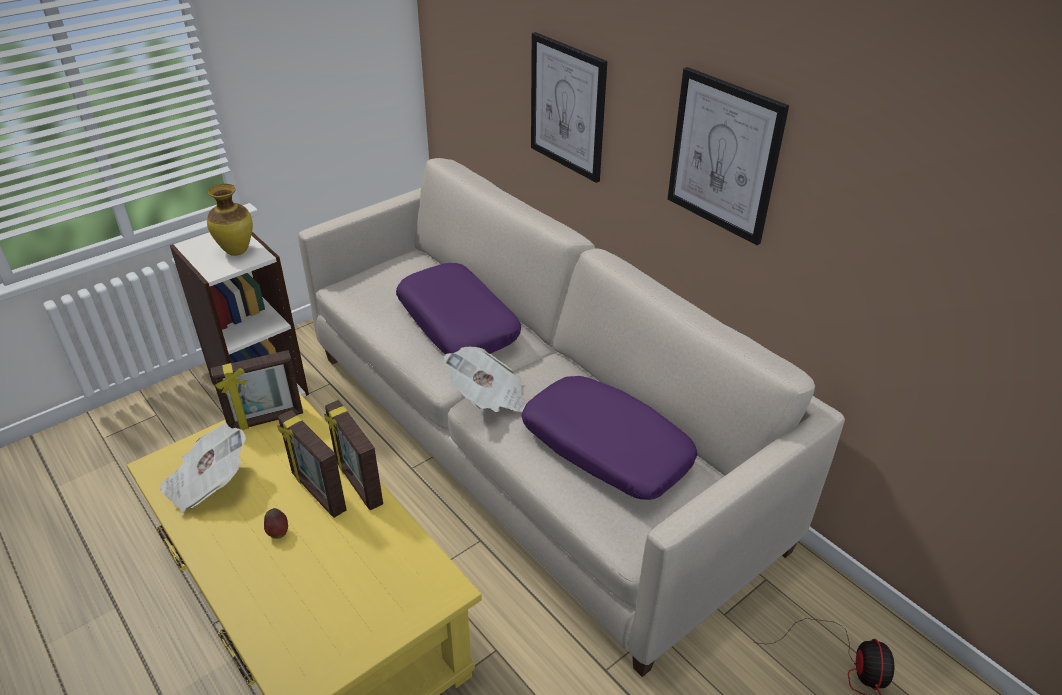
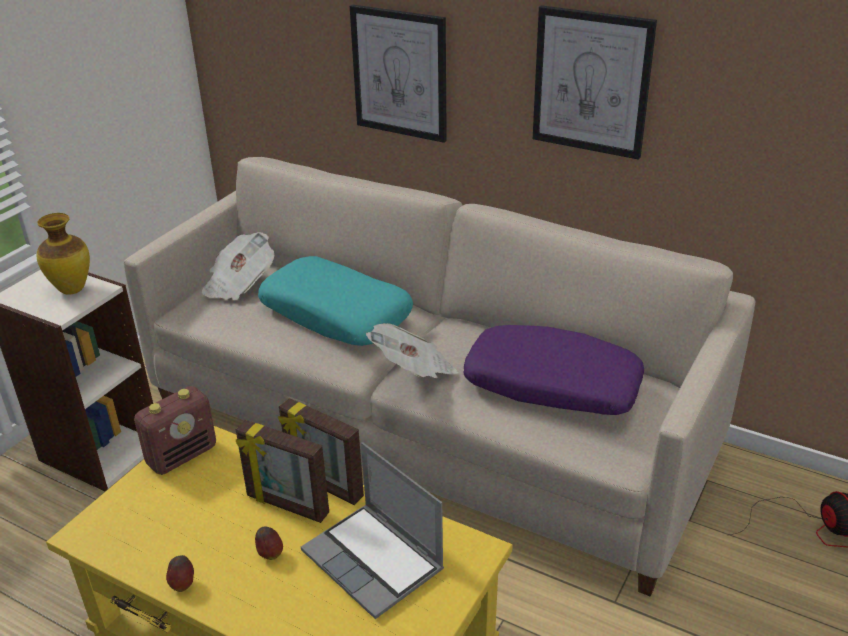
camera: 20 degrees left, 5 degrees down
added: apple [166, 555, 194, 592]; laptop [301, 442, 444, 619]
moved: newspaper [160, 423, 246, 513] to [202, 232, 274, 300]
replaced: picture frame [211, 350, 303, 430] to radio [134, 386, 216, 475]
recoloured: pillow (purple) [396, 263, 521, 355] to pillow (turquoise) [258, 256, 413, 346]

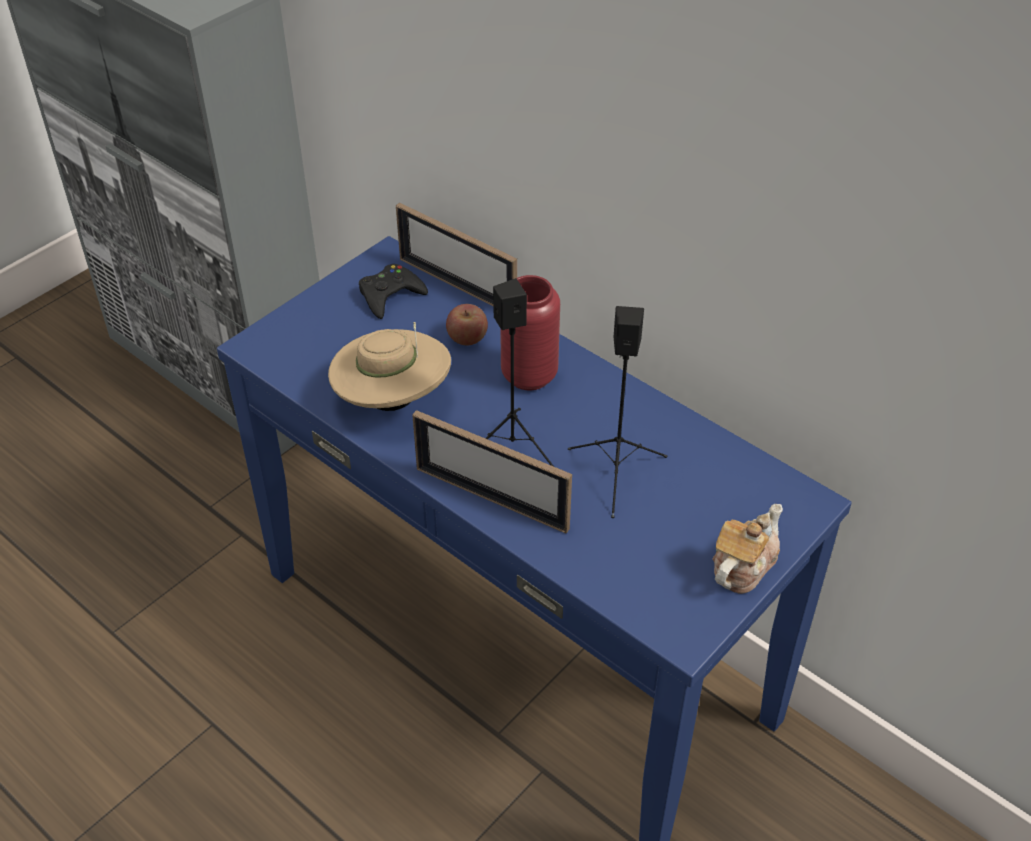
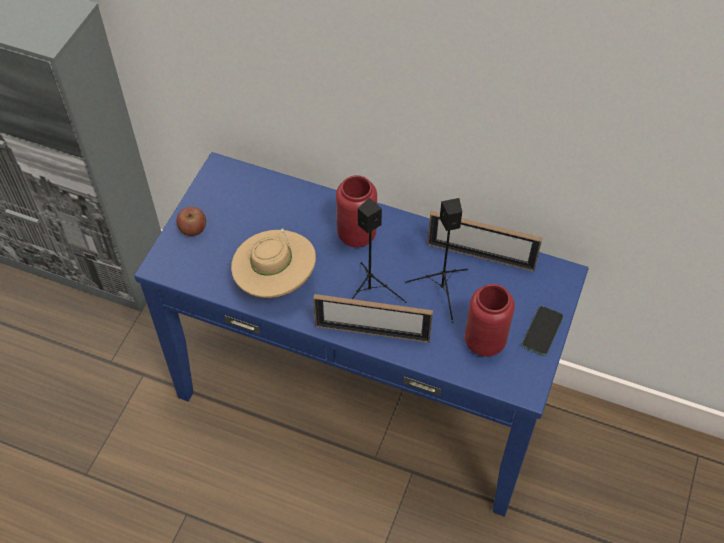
camera: 20 degrees left, 10 degrees up
removed: game controller (black) [359, 264, 428, 319]
added: vase (red) [465, 284, 515, 357]
moved: picture frame [396, 203, 517, 307] to [427, 211, 542, 272]; apple [446, 304, 488, 345] to [176, 207, 206, 236]
replaced: teapot [713, 504, 783, 594] to phone [521, 306, 564, 356]

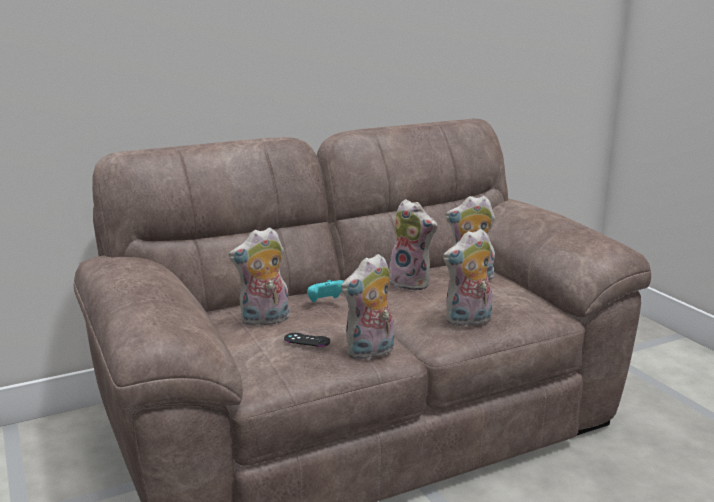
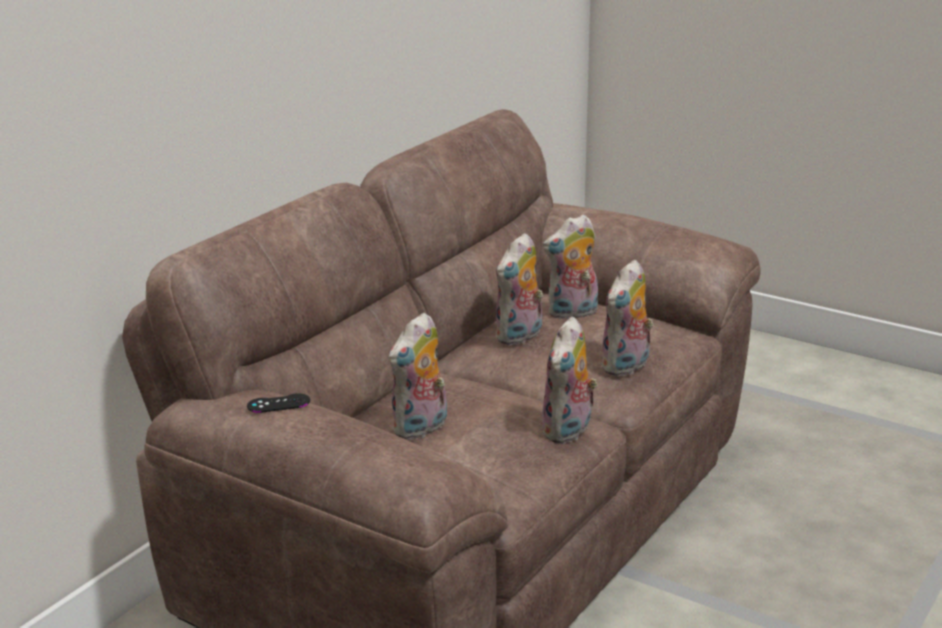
camera: 30 degrees left, 5 degrees up
removed: game controller (turquoise) [307, 280, 345, 302]
moved: game controller (black) [284, 333, 330, 347] to [247, 393, 310, 413]
turned: plush toy [389, 199, 437, 291] = [495, 233, 543, 345] 120 degrees clockwise

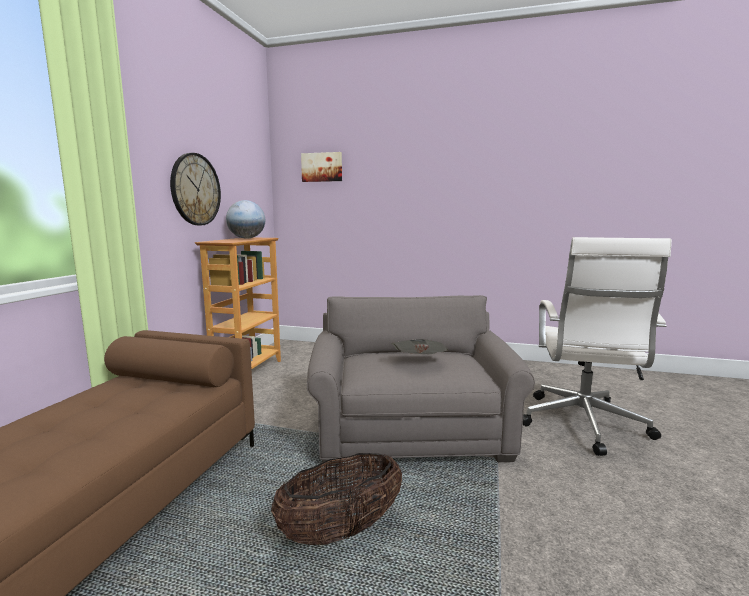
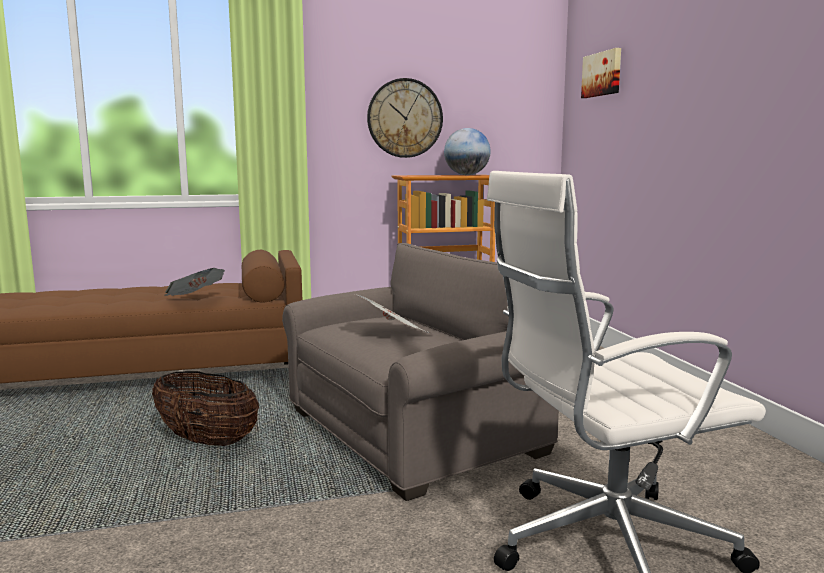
camera: 60 degrees right, 0 degrees up
added: newspaper [164, 268, 225, 296]

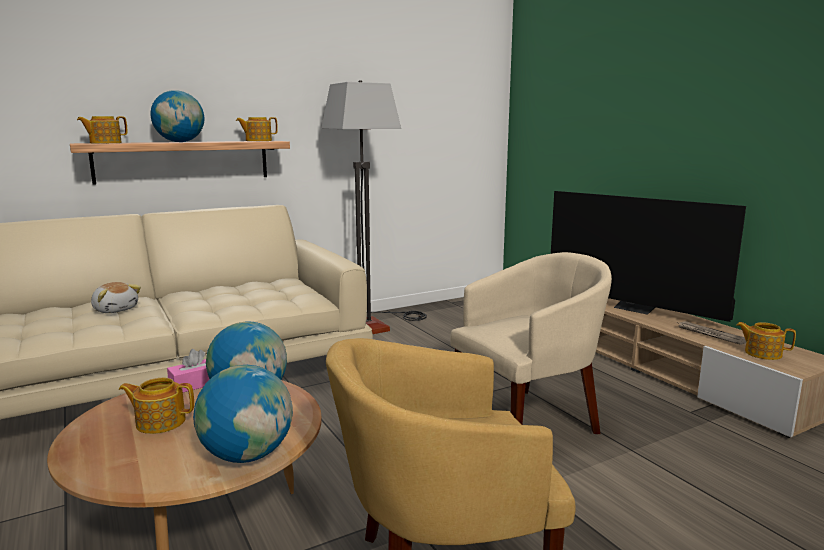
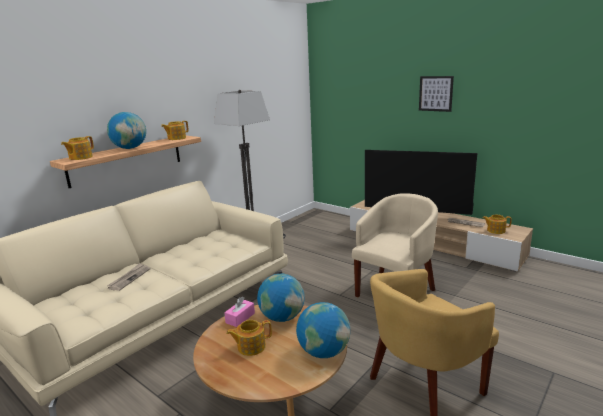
camera: 20 degrees left, 5 degrees up
added: picture [419, 76, 454, 112]
replaced: plush toy [91, 282, 141, 313] to newspaper [107, 263, 150, 291]

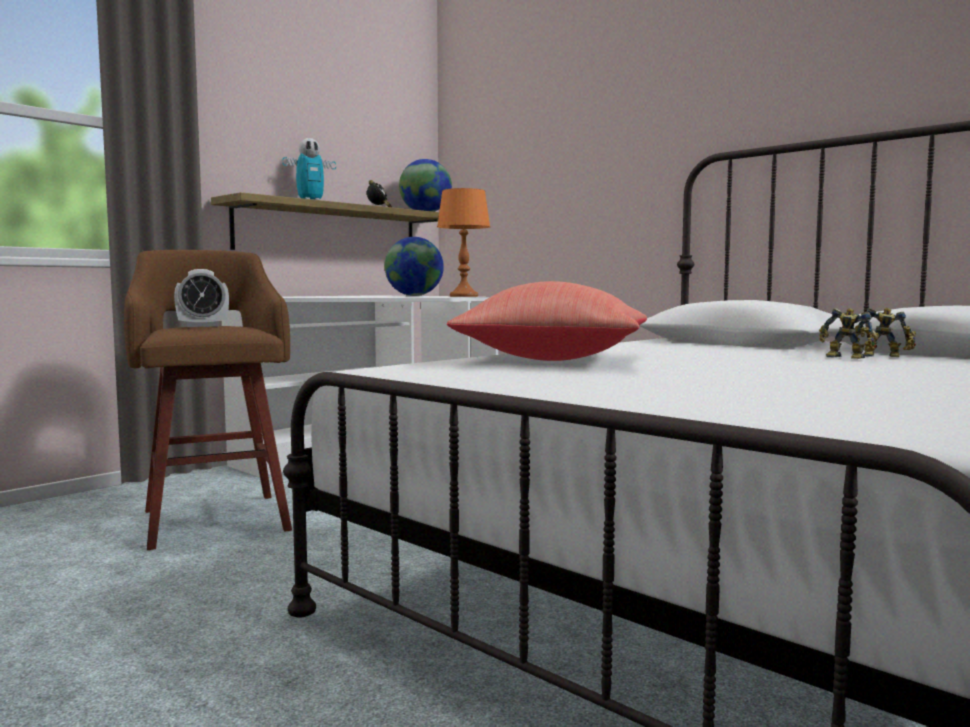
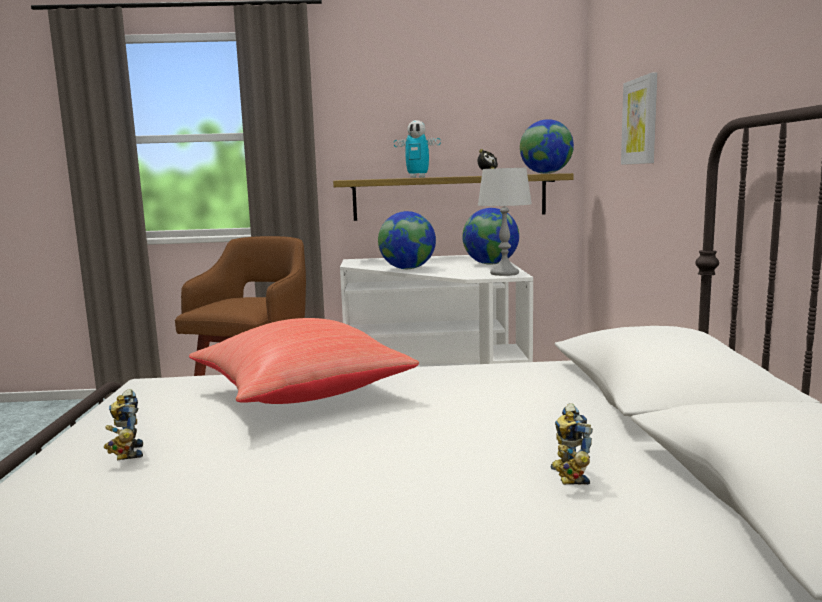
camera: 45 degrees right, 5 degrees up
removed: alarm clock [174, 269, 229, 327]
added: globe [378, 211, 436, 269]; picture [621, 73, 658, 165]
moved: toy robot [855, 308, 916, 357] to [104, 389, 143, 460]
recoloured: table lamp (orange) [437, 188, 490, 297] to table lamp (grey) [478, 168, 532, 276]

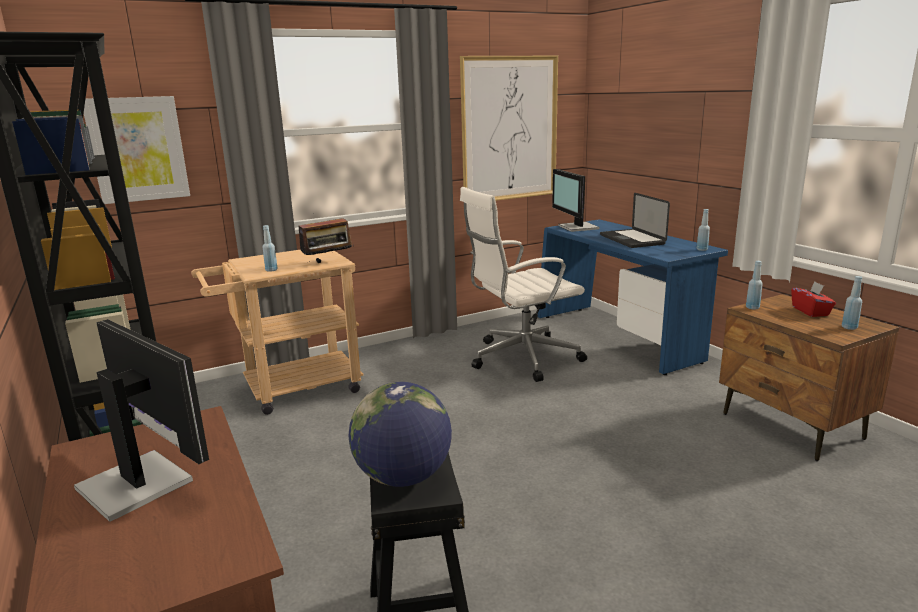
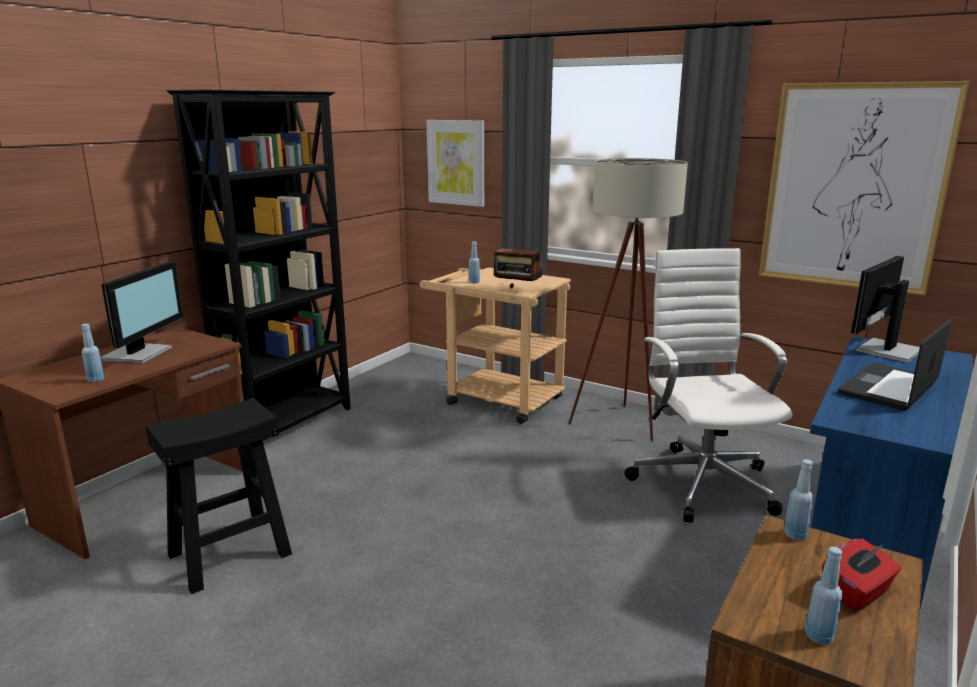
camera: 60 degrees right, 0 degrees up
removed: globe [349, 382, 452, 487]
added: floor lamp (beige) [568, 158, 688, 442]
moved: bottle (blue) [697, 209, 710, 251] to [81, 324, 104, 383]
turned: office chair (white) [460, 187, 587, 382] = [624, 248, 792, 522] 45 degrees clockwise

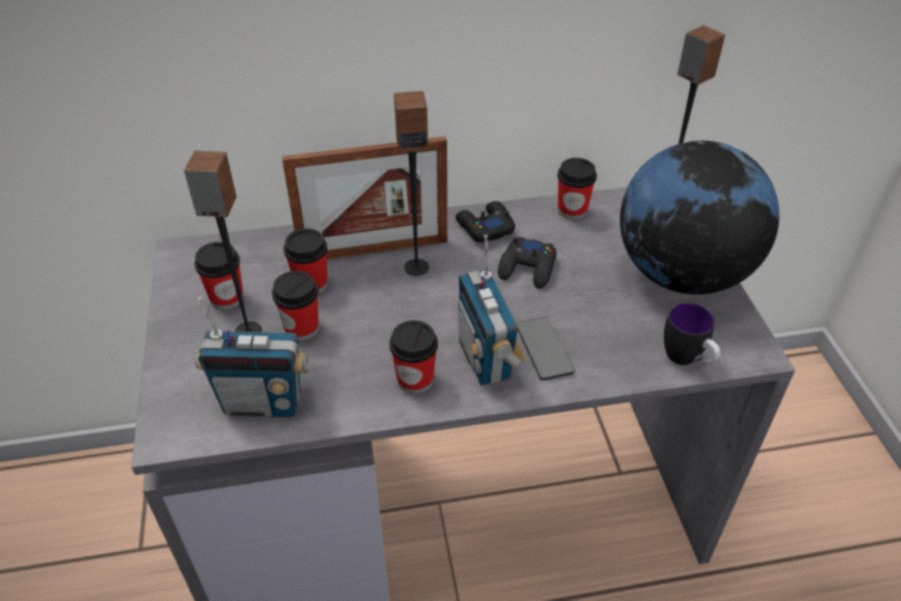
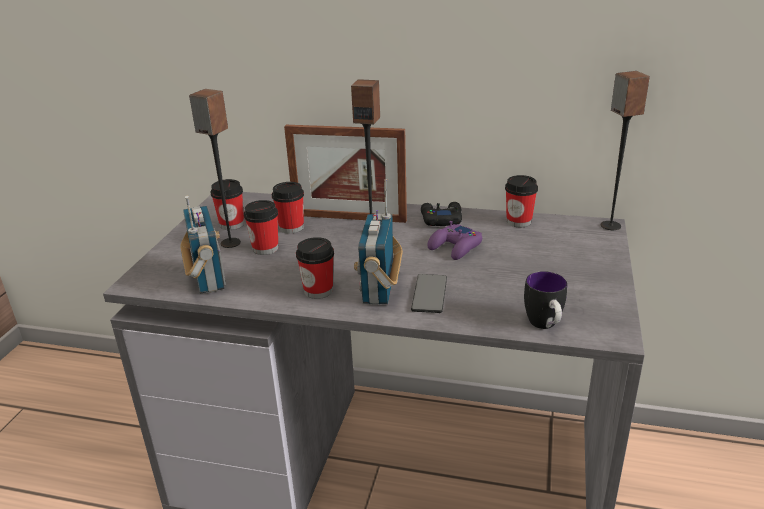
camera: 25 degrees right, 15 degrees down
removed: globe [620, 141, 779, 295]
recoloured: game controller (black) [498, 237, 556, 289] to game controller (purple) [427, 221, 482, 260]
turned: radio [195, 297, 309, 417] = [180, 196, 226, 294] 135 degrees counterclockwise

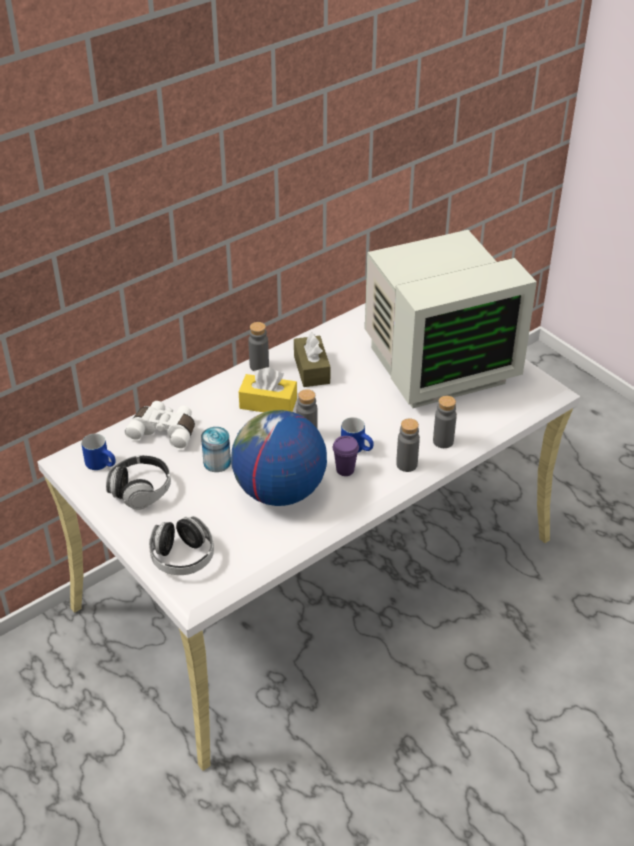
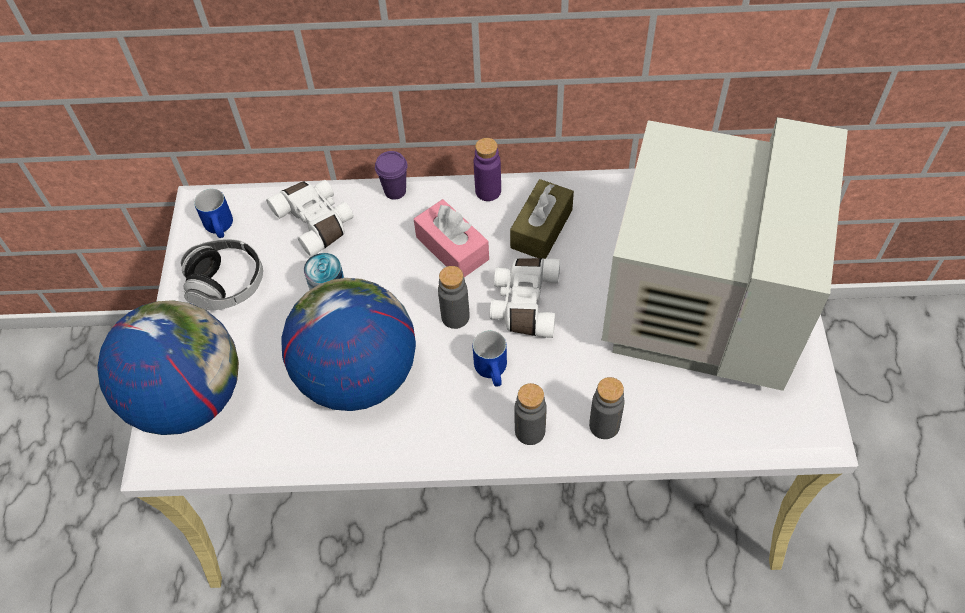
camera: 40 degrees right, 15 degrees up
added: binoculars (white) [490, 258, 560, 338]
moved: cup (purple) [333, 436, 359, 476] to [375, 151, 408, 200]
replaced: headphones [149, 516, 214, 575] to globe [97, 300, 239, 435]
recoloured: tissue box (yellow) [239, 367, 297, 412] to tissue box (pink) [414, 199, 489, 277]; bottle (grey) [248, 322, 269, 371] to bottle (purple) [474, 138, 501, 201]
turned: monitor [365, 230, 537, 408] = [602, 117, 848, 391] 90 degrees counterclockwise

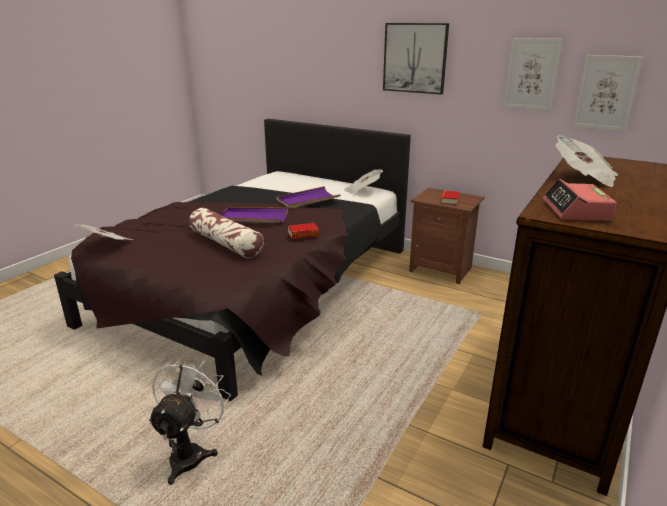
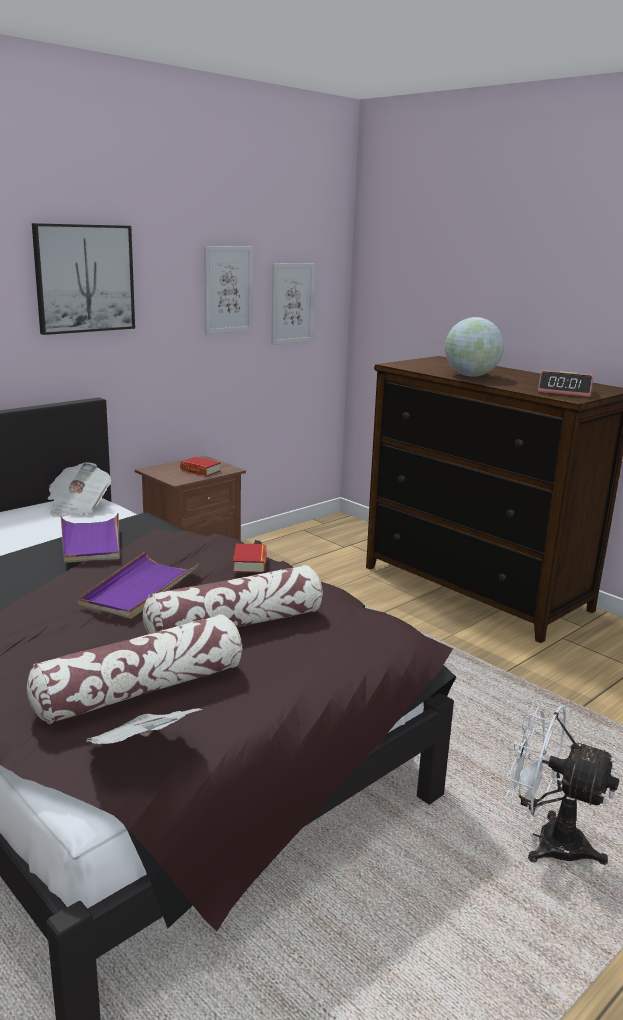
camera: 75 degrees left, 5 degrees down
added: pillow [27, 614, 242, 724]
replaced: newspaper [556, 135, 618, 187] to globe [445, 317, 504, 377]

